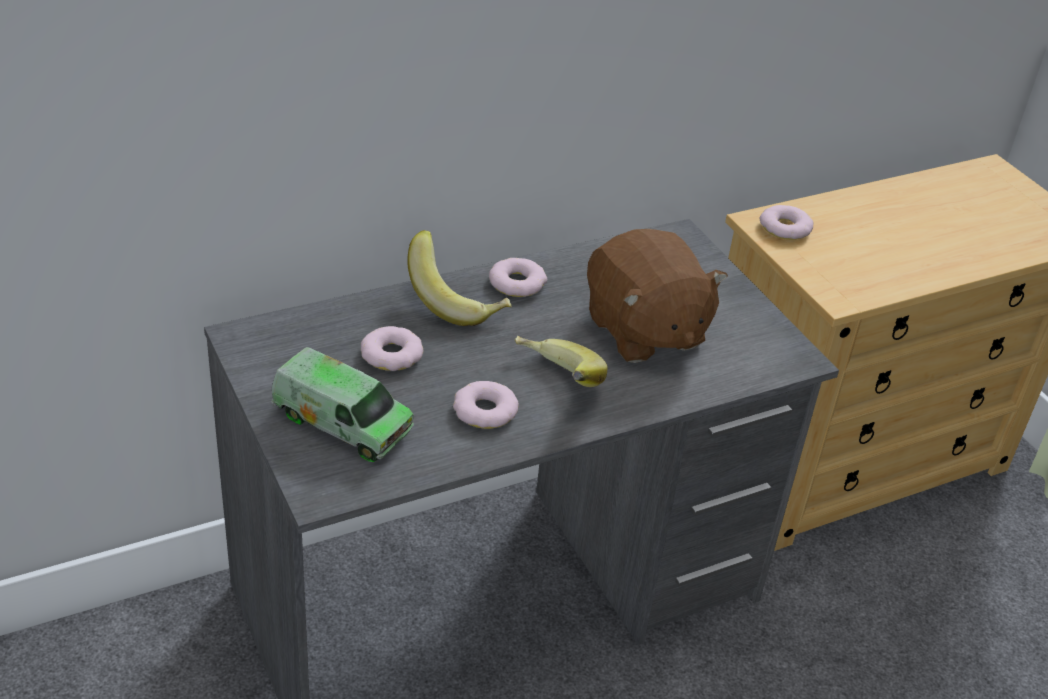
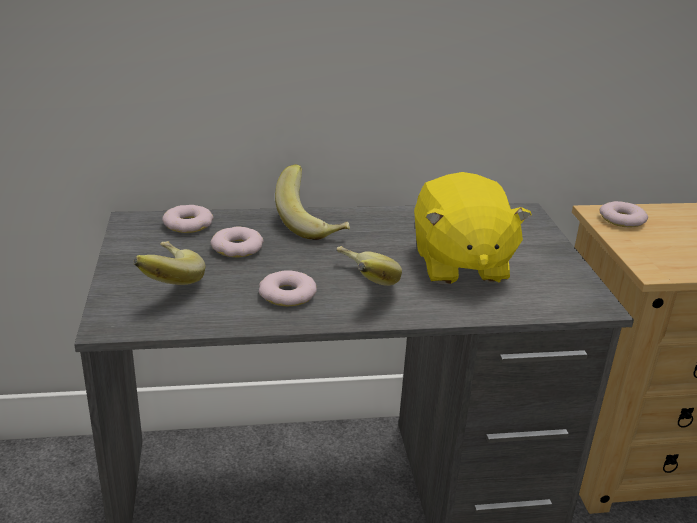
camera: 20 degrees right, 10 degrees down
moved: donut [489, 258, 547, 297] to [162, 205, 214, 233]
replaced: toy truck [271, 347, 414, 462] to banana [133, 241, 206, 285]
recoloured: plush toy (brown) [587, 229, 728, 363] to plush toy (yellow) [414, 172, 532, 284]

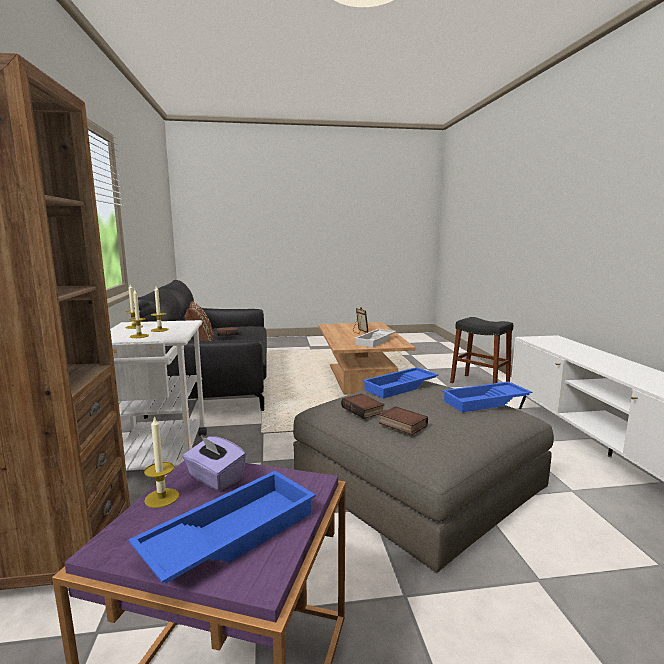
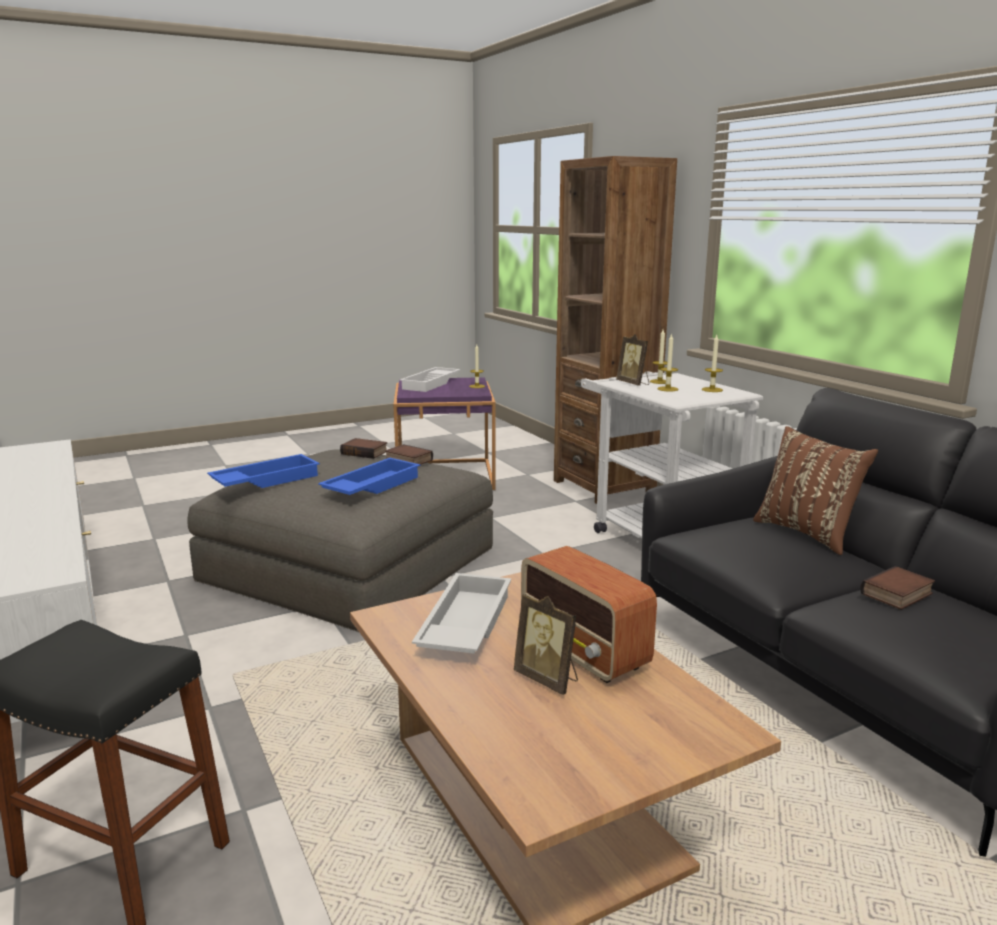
camera: 160 degrees right, 5 degrees up
removed: tissue box (purple) [183, 436, 246, 491]
added: radio [521, 546, 657, 683]; picture frame [616, 334, 649, 386]
recoloured: tray (blue) [128, 471, 316, 584] to tray (white) [400, 367, 461, 392]

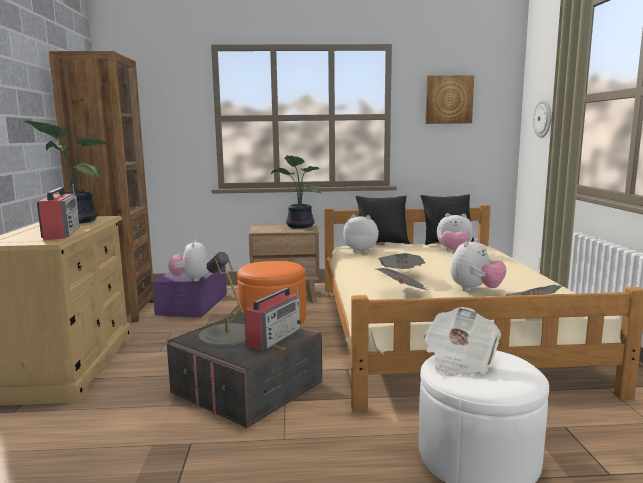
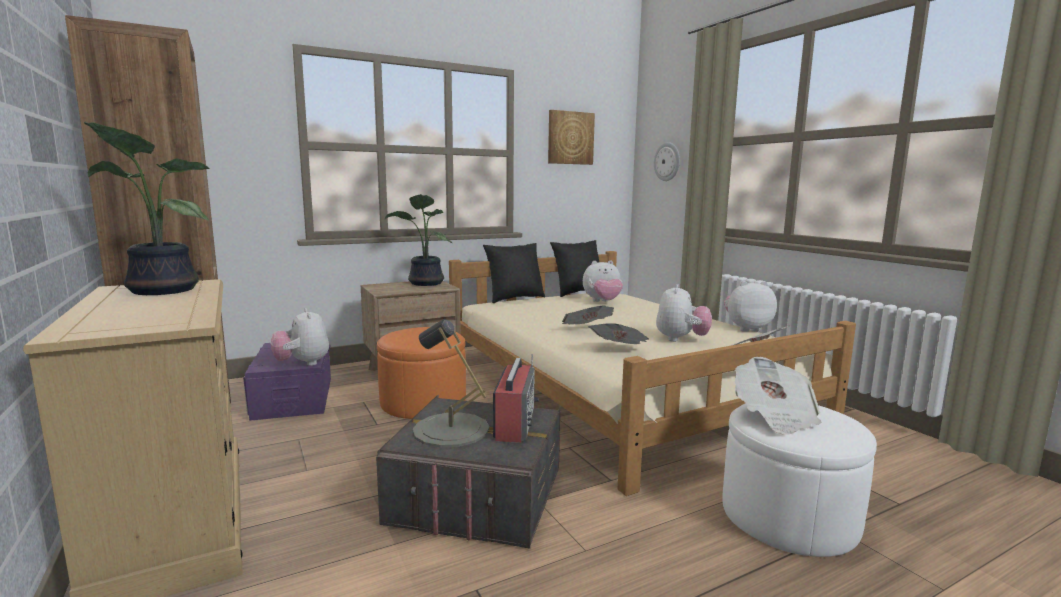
camera: 25 degrees left, 0 degrees up
removed: radio [37, 184, 82, 240]
moved: plush toy [343, 215, 379, 253] to [724, 281, 777, 332]

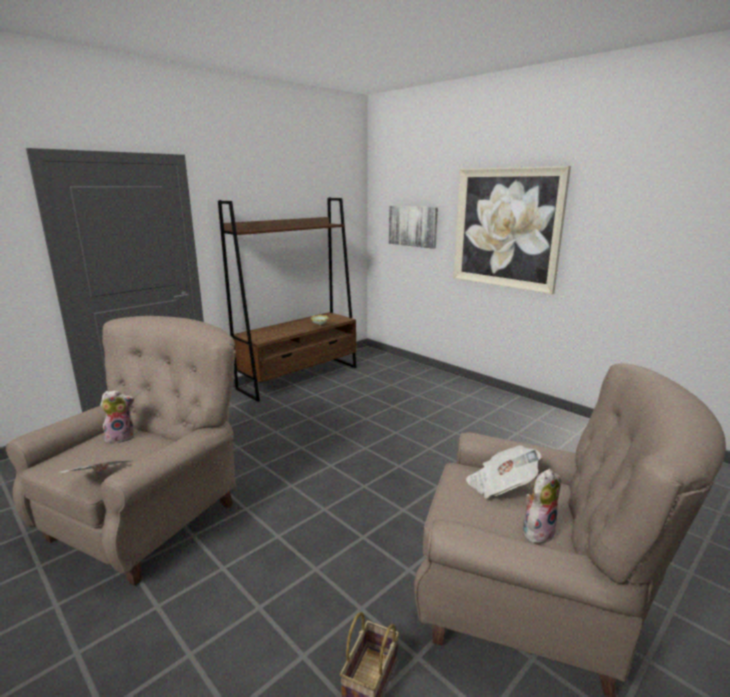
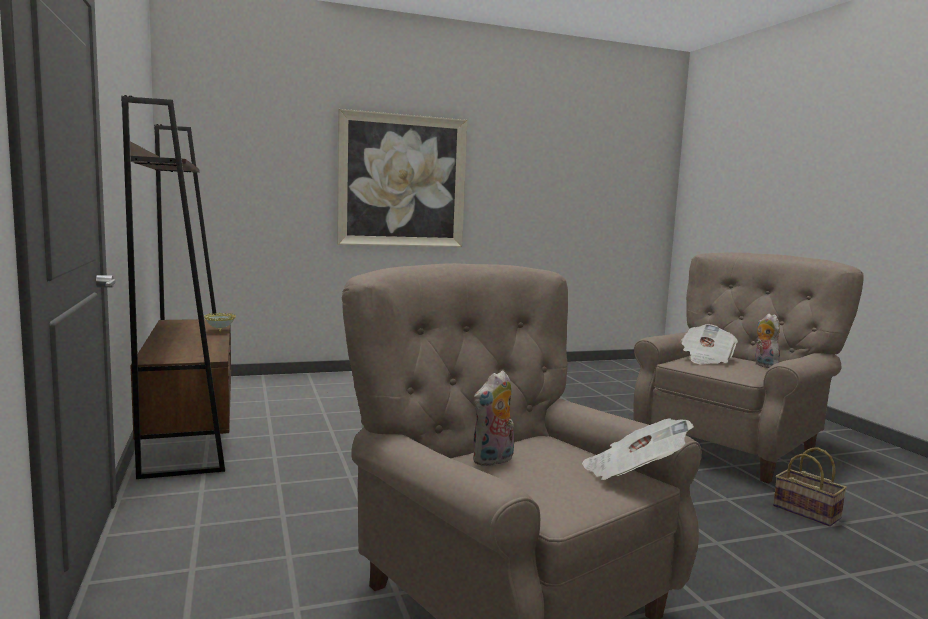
camera: 65 degrees left, 10 degrees down
removed: picture [389, 206, 438, 249]
turned: plush toy [100, 390, 135, 444] = [472, 370, 514, 467] 135 degrees counterclockwise

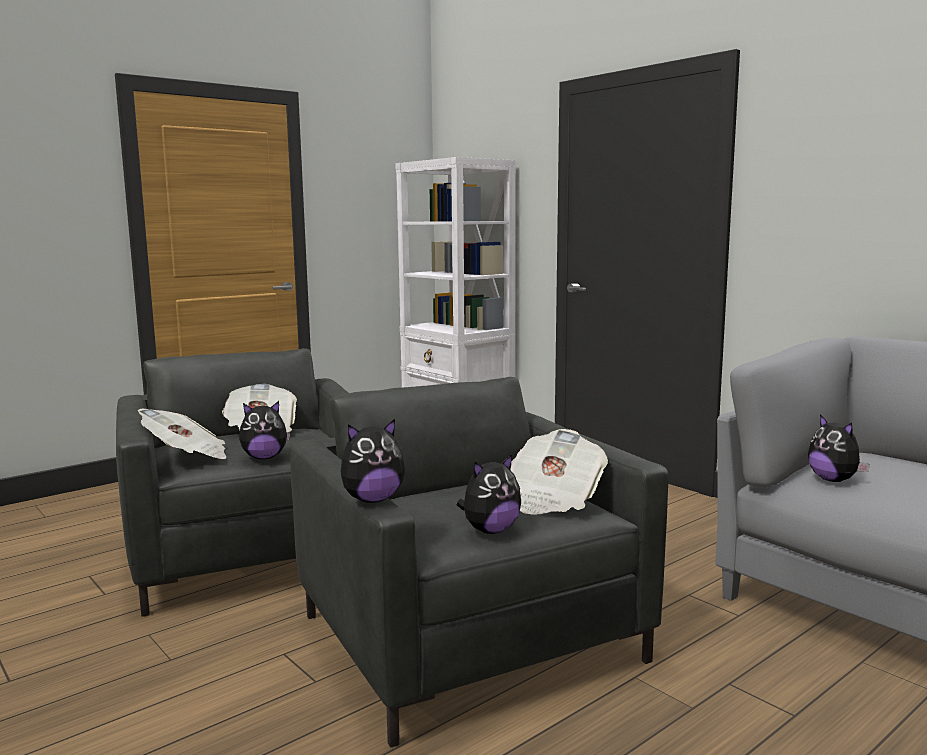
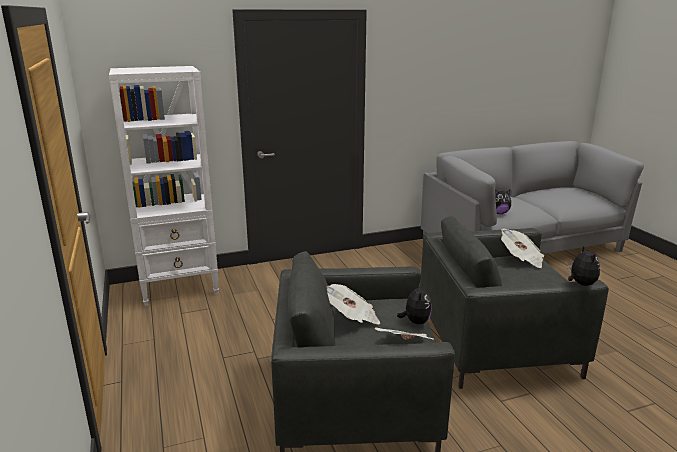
camera: 70 degrees left, 10 degrees up
removed: plush toy [457, 454, 521, 534]

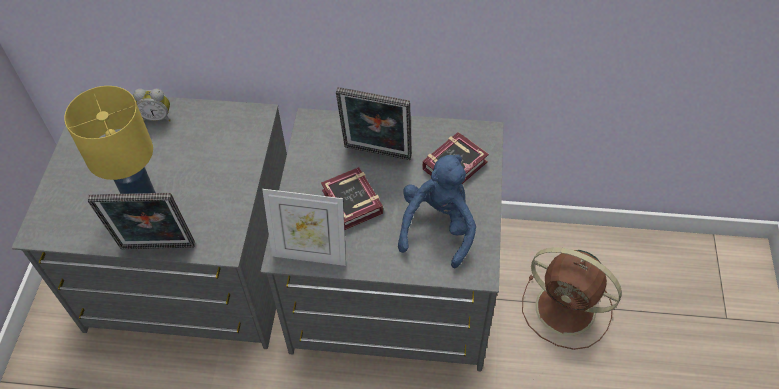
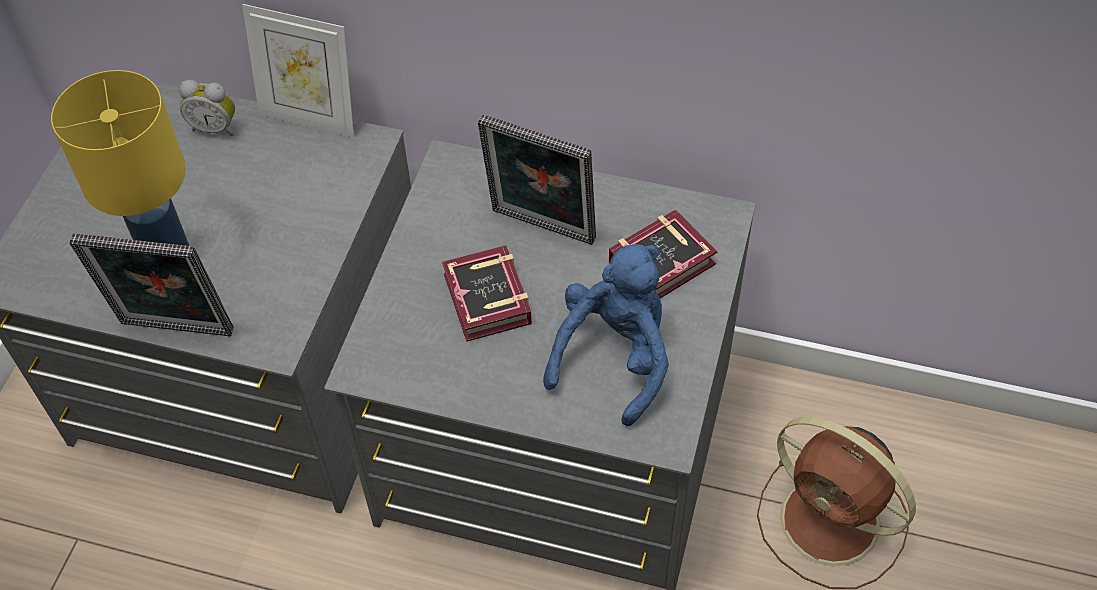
camera: 10 degrees right, 0 degrees up
moved: picture frame [262, 189, 346, 266] to [242, 4, 354, 138]

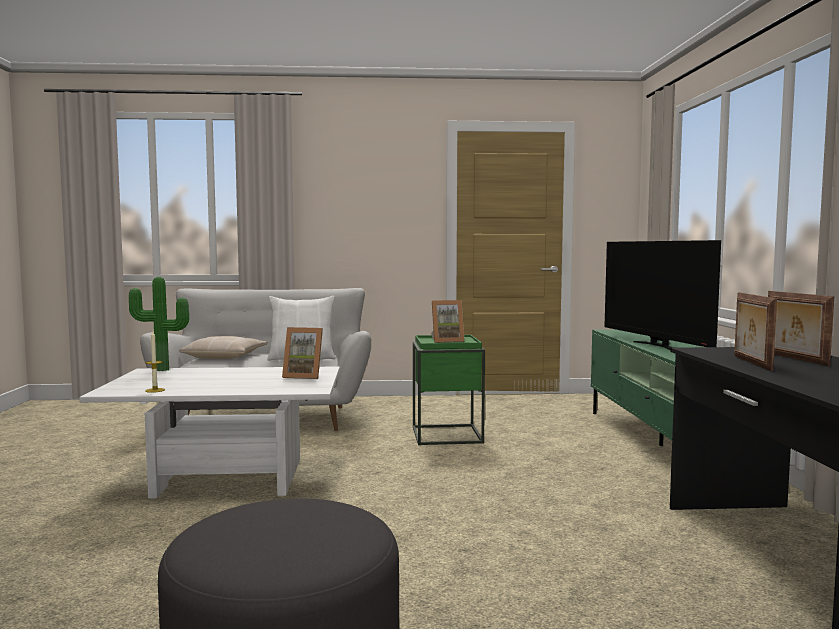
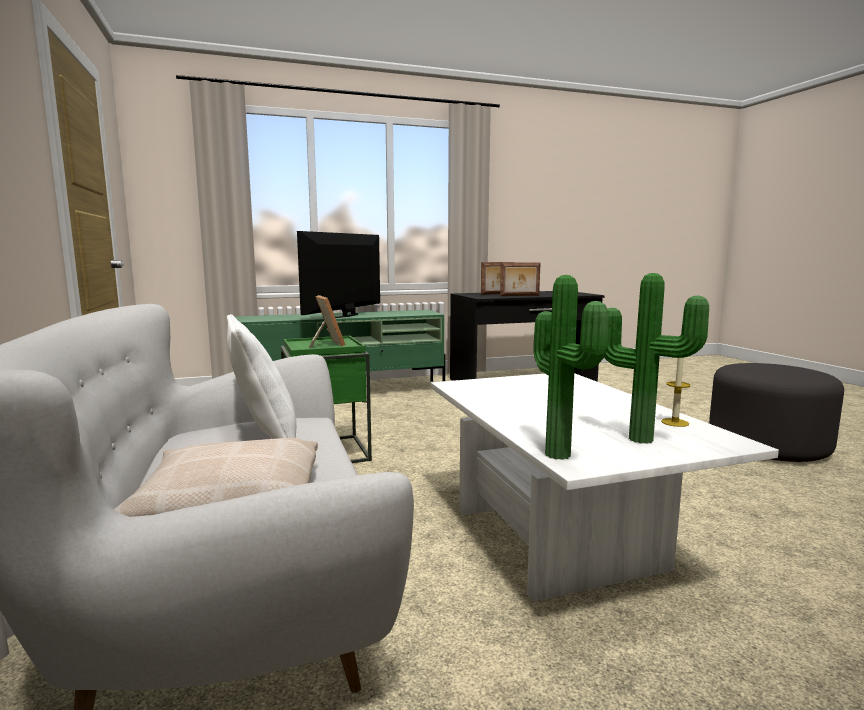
camera: 105 degrees left, 5 degrees up
removed: picture frame [282, 327, 323, 379]
added: potted plant [604, 273, 709, 444]
turned: television [604, 240, 721, 350] = [297, 231, 380, 318] 150 degrees clockwise

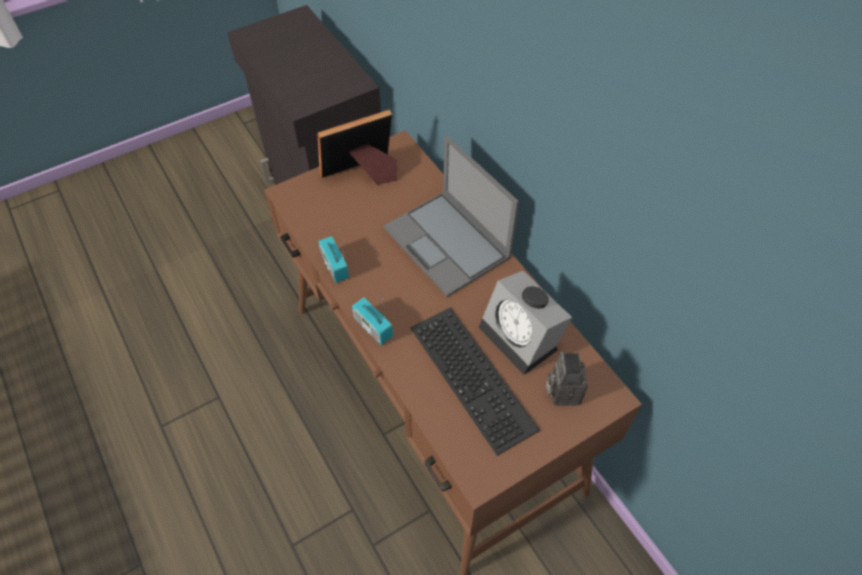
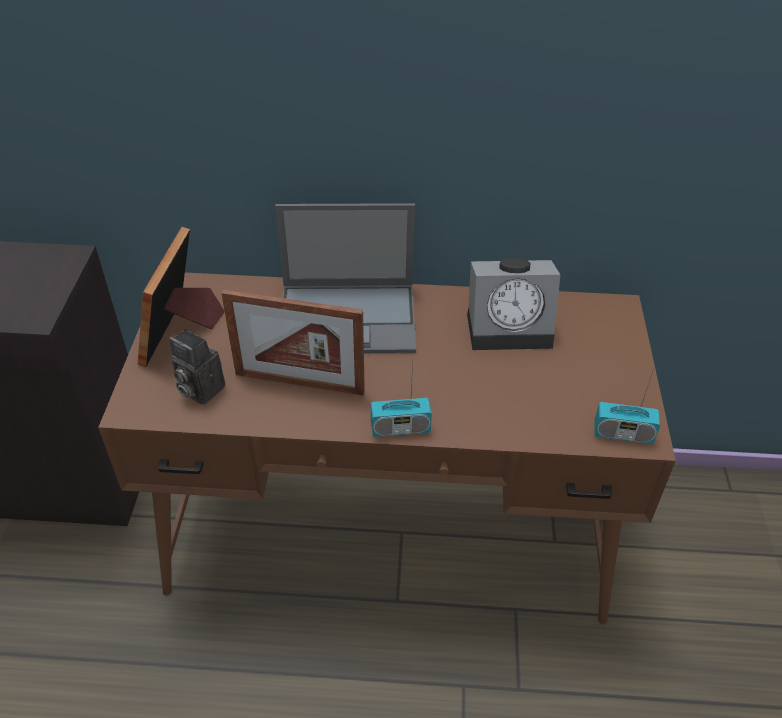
camera: 55 degrees left, 10 degrees down
removed: keyboard [410, 307, 540, 456]
added: picture frame [221, 289, 365, 396]
moved: radio [319, 231, 349, 283] to [594, 366, 660, 444]; photo camera [546, 351, 588, 406] to [169, 329, 225, 405]

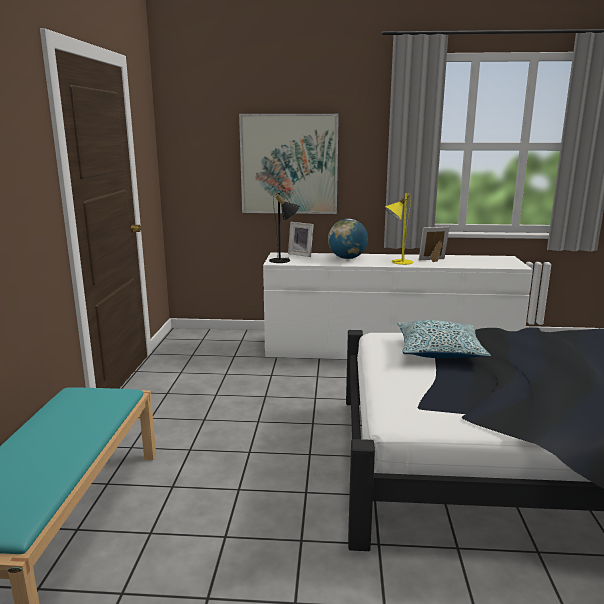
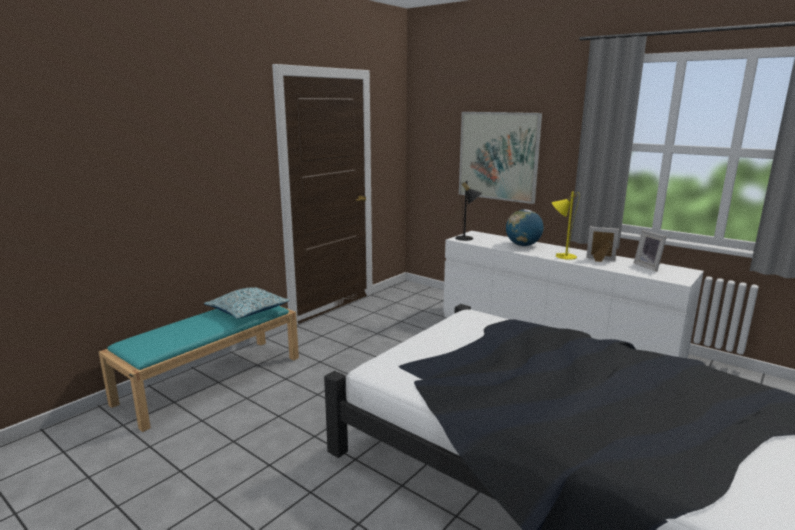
camera: 35 degrees right, 0 degrees up
moved: picture frame [288, 222, 314, 257] to [634, 230, 667, 271]; pillow [398, 320, 491, 358] to [204, 287, 289, 319]

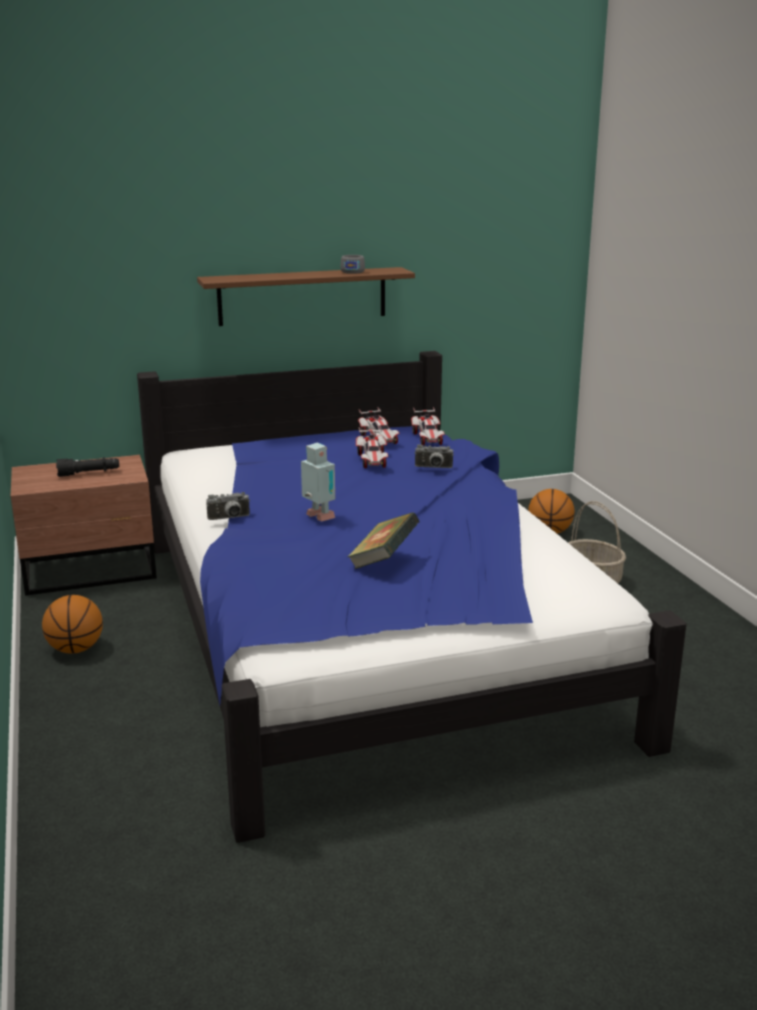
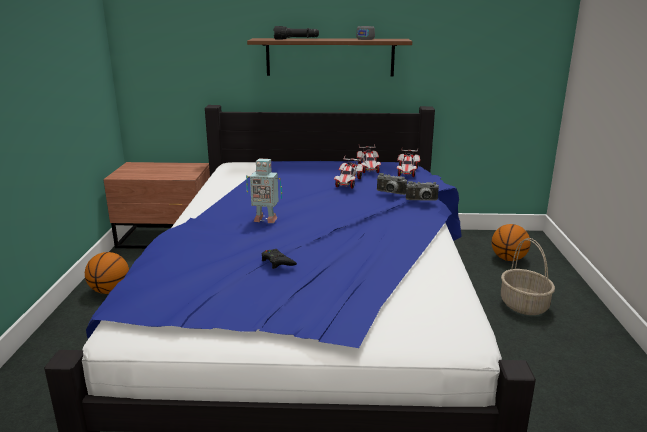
camera: 20 degrees right, 0 degrees up
moved: flashlight (black) [56, 457, 119, 477] to [274, 26, 319, 40]; photo camera [206, 492, 250, 520] to [406, 181, 439, 201]
replaced: book [347, 512, 420, 569] to game controller (black) [262, 249, 297, 269]
turned: toy robot [301, 442, 335, 522] = [246, 158, 282, 223] 120 degrees clockwise

